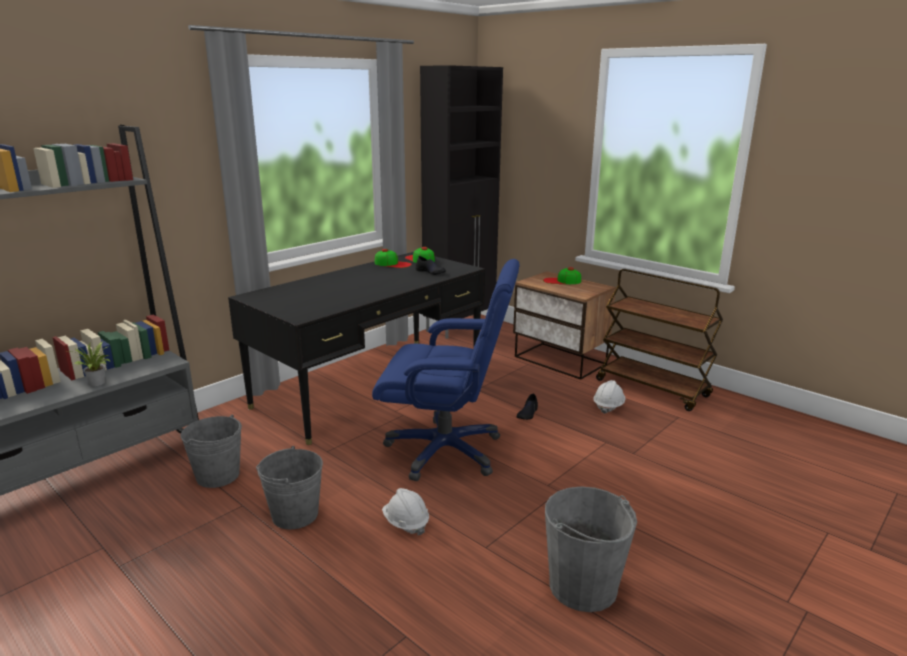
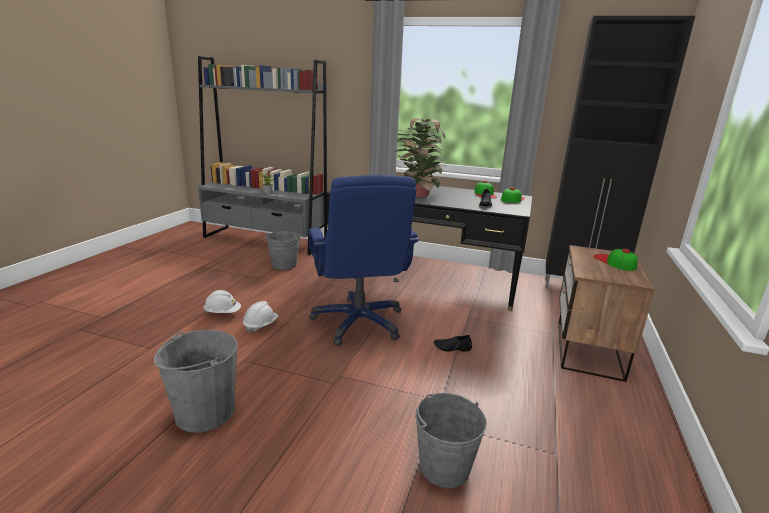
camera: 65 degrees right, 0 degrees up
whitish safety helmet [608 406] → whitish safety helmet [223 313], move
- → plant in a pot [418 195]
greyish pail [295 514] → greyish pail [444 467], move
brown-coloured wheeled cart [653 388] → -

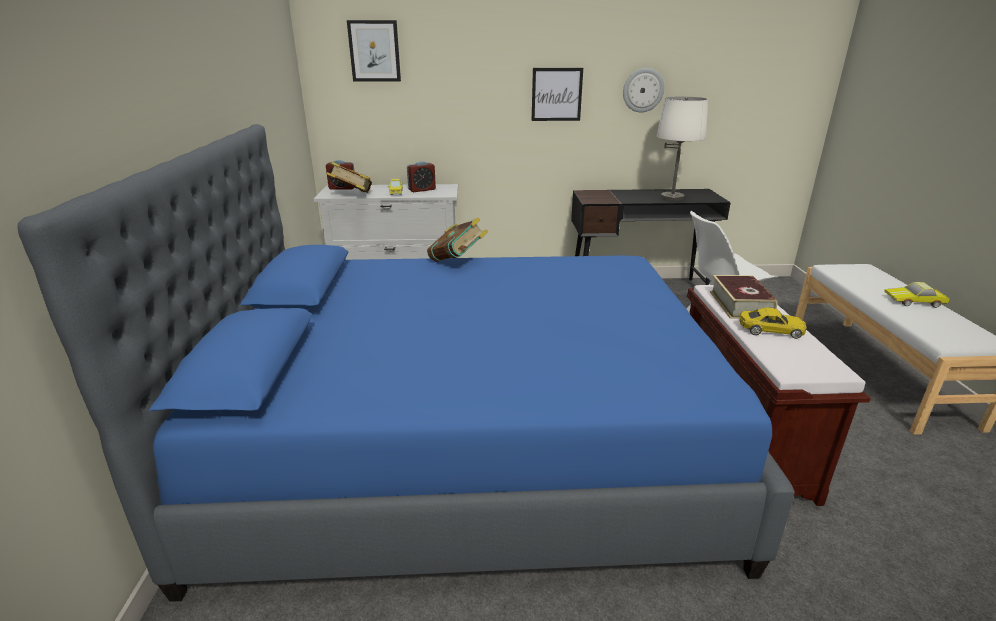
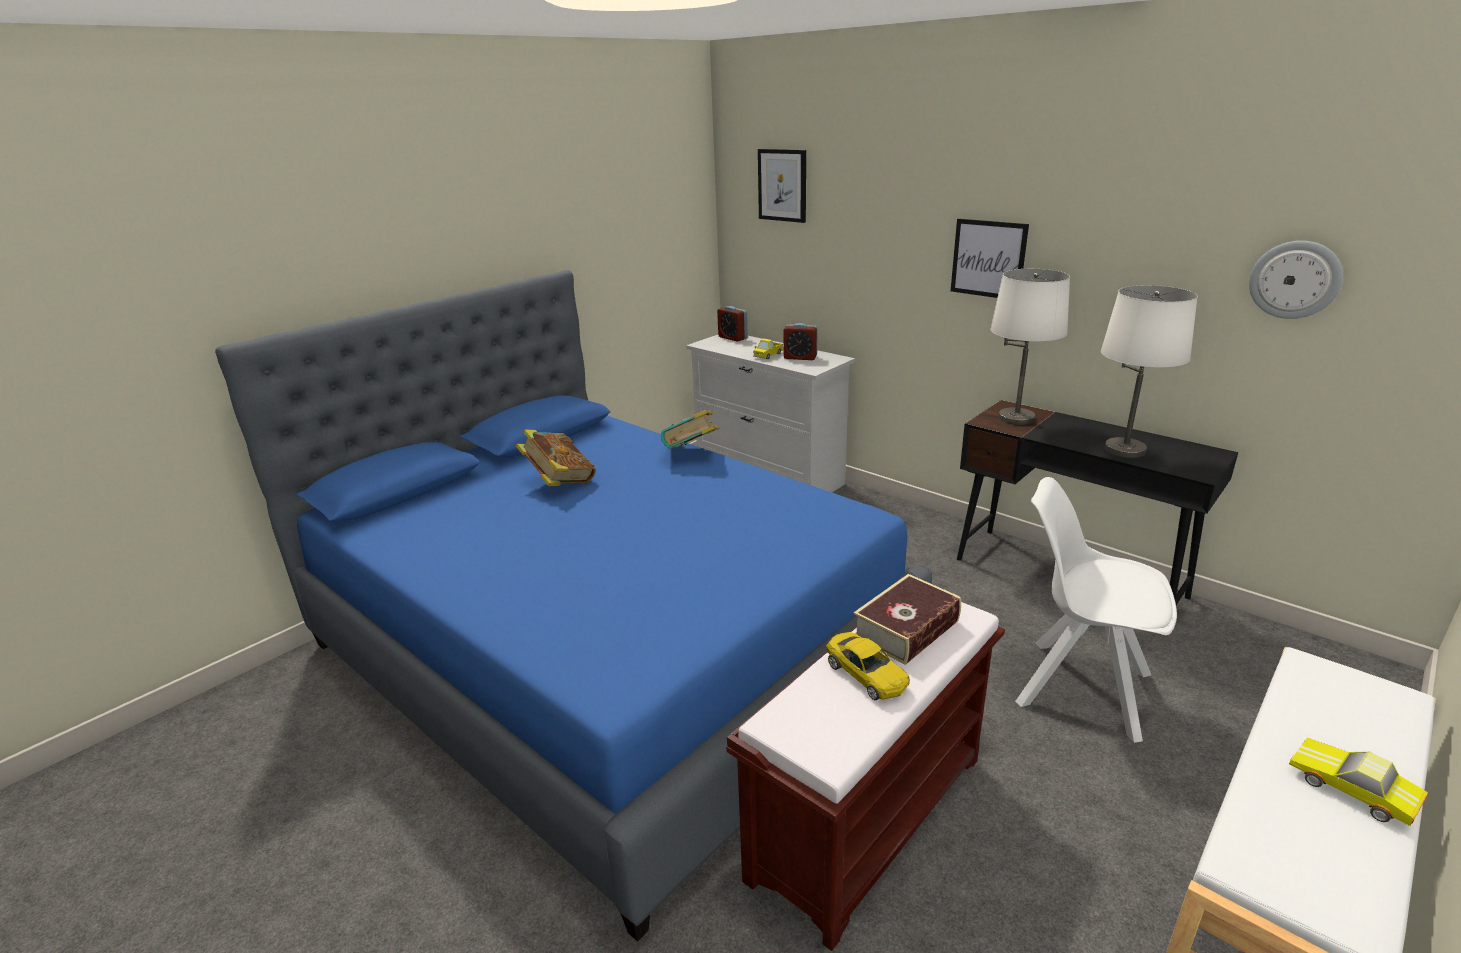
camera: 45 degrees right, 0 degrees up
volume [352 195] → volume [559 482], move
- → whitish tabletop lamp [1016 418]
hanging clock [643 90] → hanging clock [1295 279], move

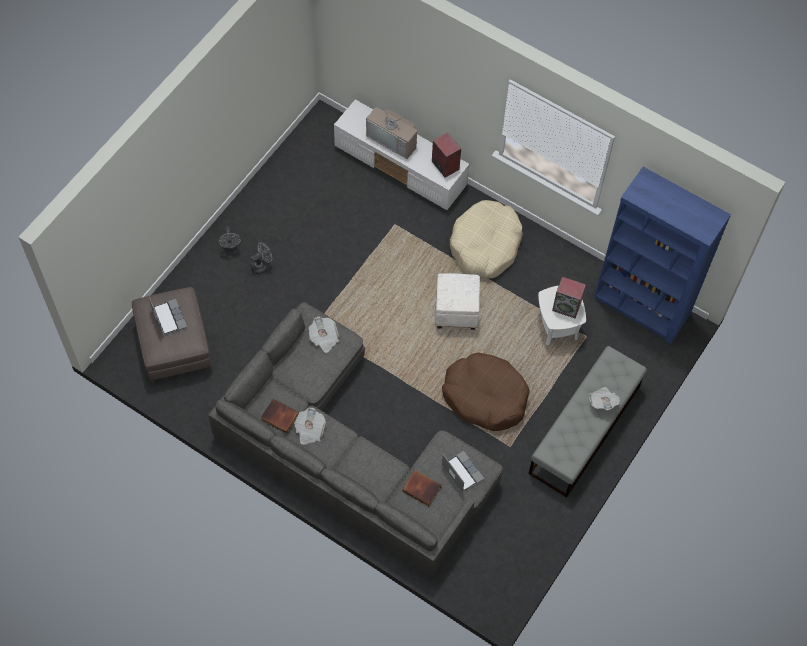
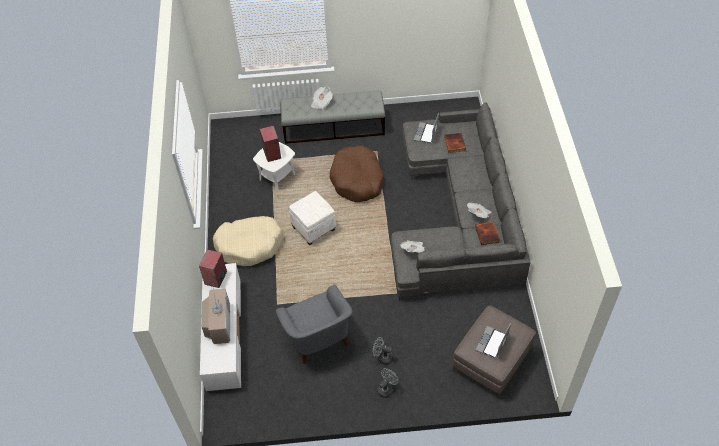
camera: 125 degrees left, 10 degrees down
- → greyish armchair [317 339]
blue bookshelf [641 307] → -

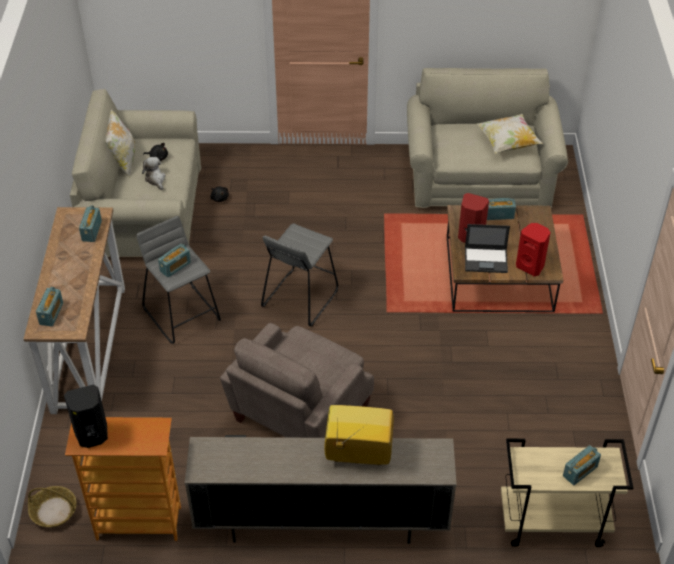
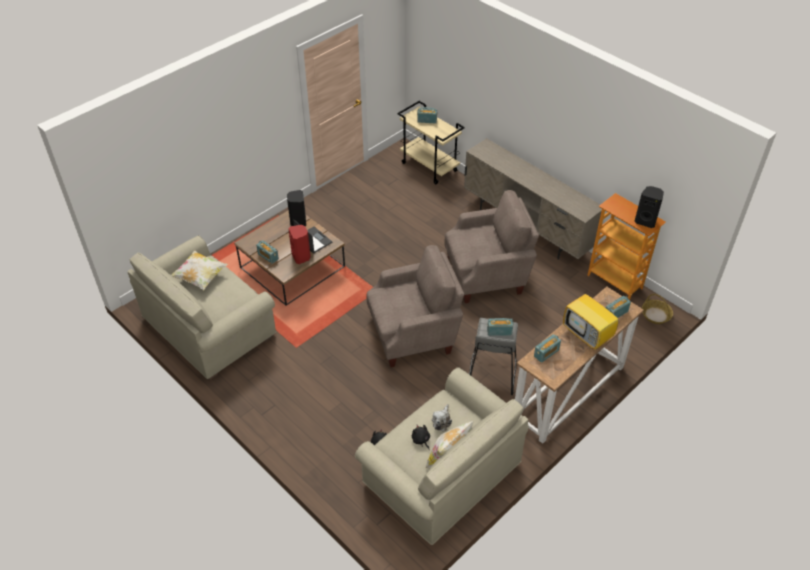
camera: 135 degrees left, 0 degrees up
reddish loudspeaker [530 266] → blackish loudspeaker [298 222]
greyish stool [300 298] → beige armchair [413 333]
TV [357 454] → TV [588 335], move

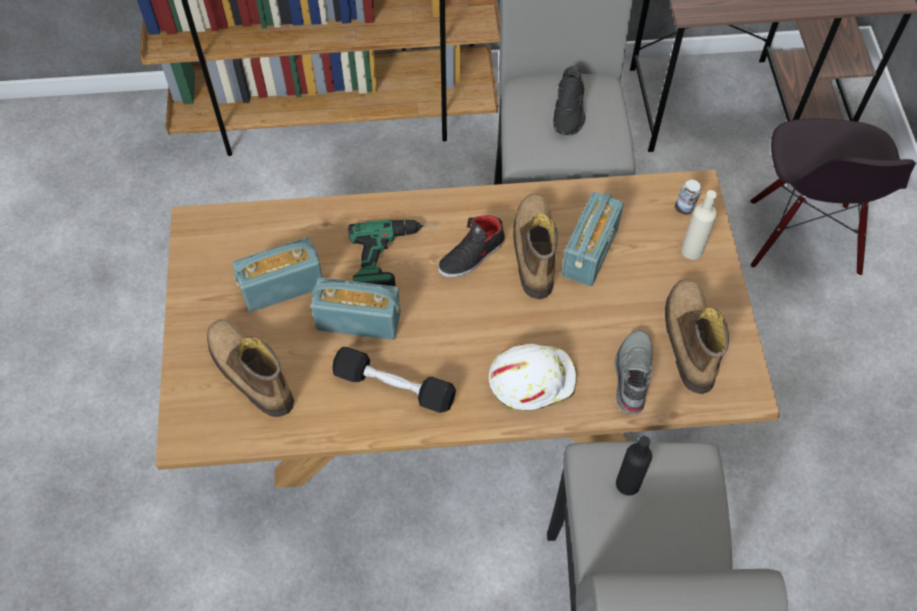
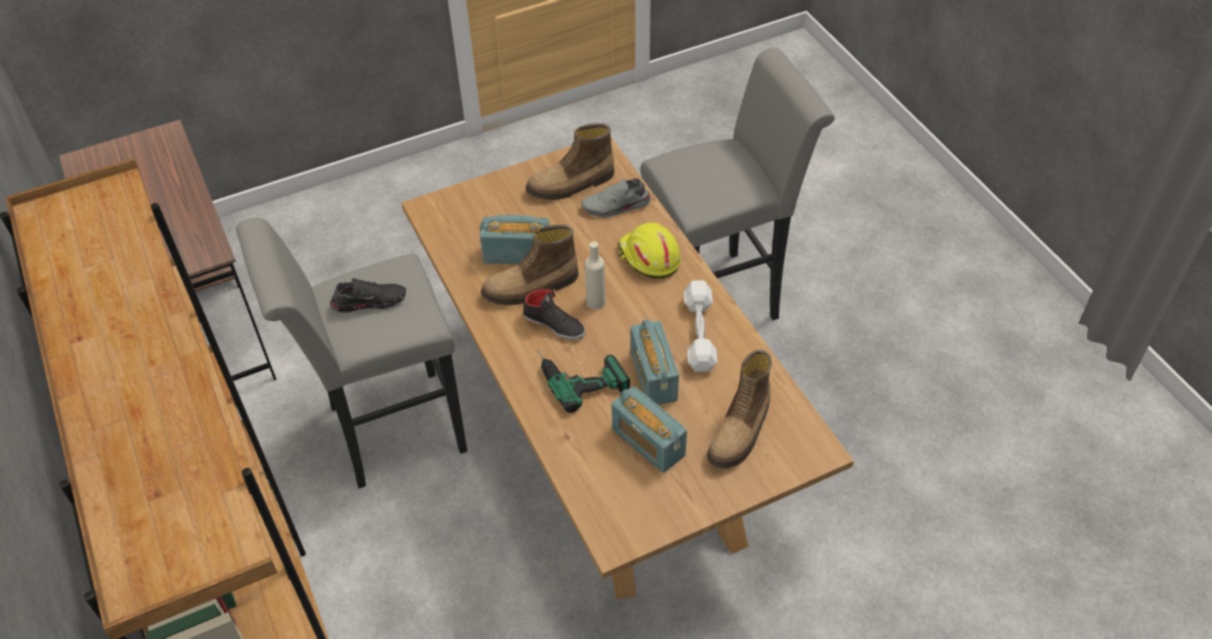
camera: 110 degrees left, 10 degrees down
beige beverage bottle [692 250] → beige beverage bottle [595 302], move
whitish safety helmet [532 379] → yellow safety helmet [648 257]
blackish dumbbell [394 386] → whitish dumbbell [699 334]
blackish beverage bottle [628 483] → -
metal can [684 208] → -
blackish upright chair [802 237] → -

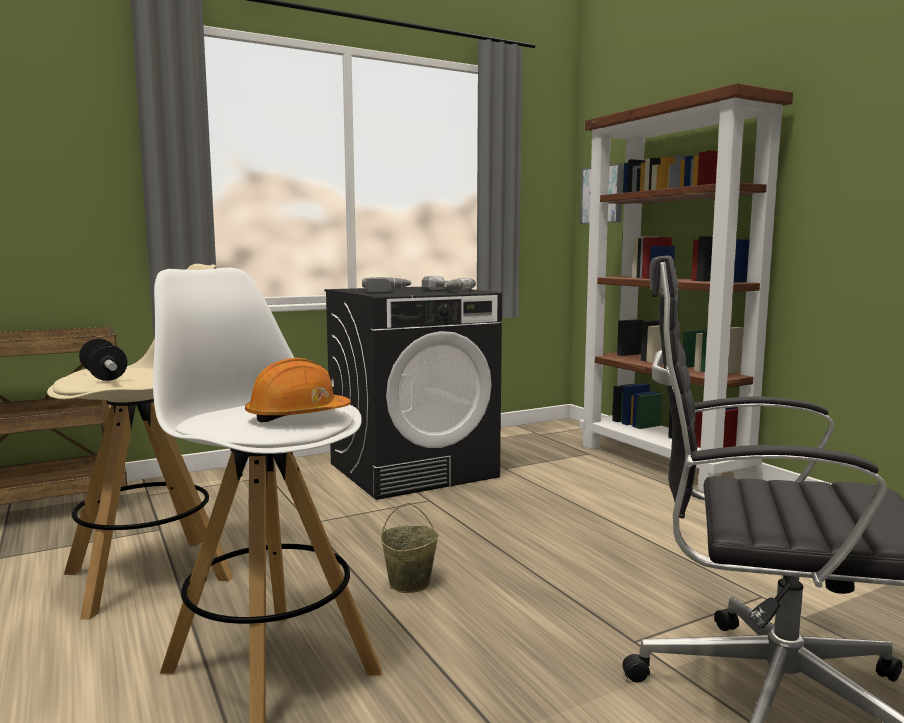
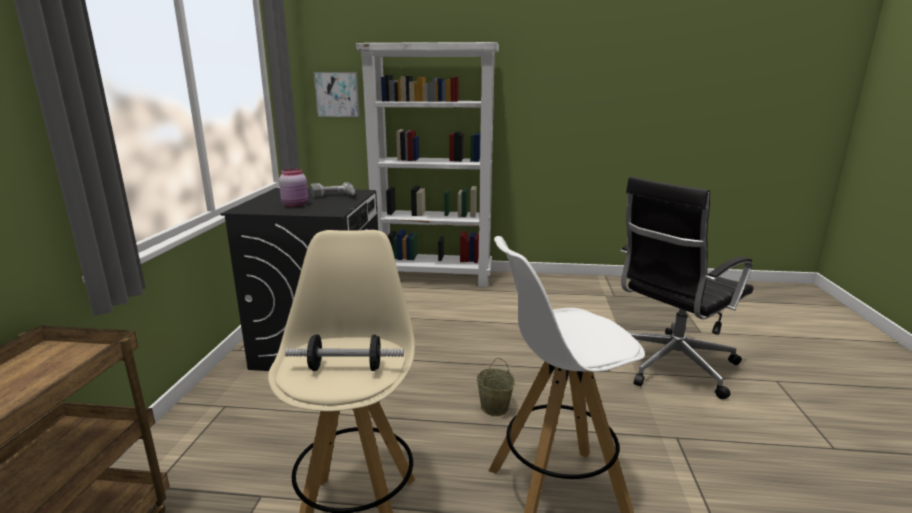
camera: 55 degrees left, 10 degrees up
electric drill [387 290] → pink-coloured storage jar [296 205]
brown-coloured bookshelf [663 463] → whitish bookshelf [434 277]
orange safety helmet [297 416] → -

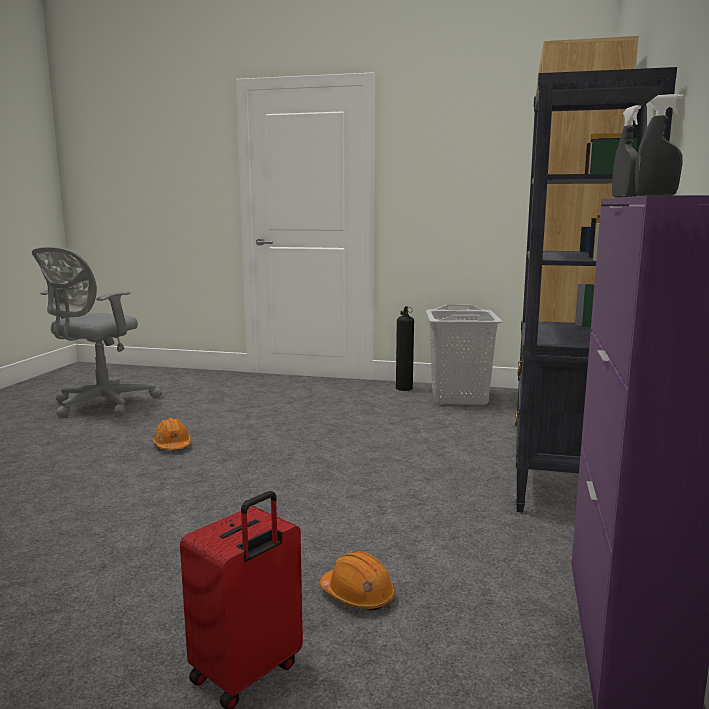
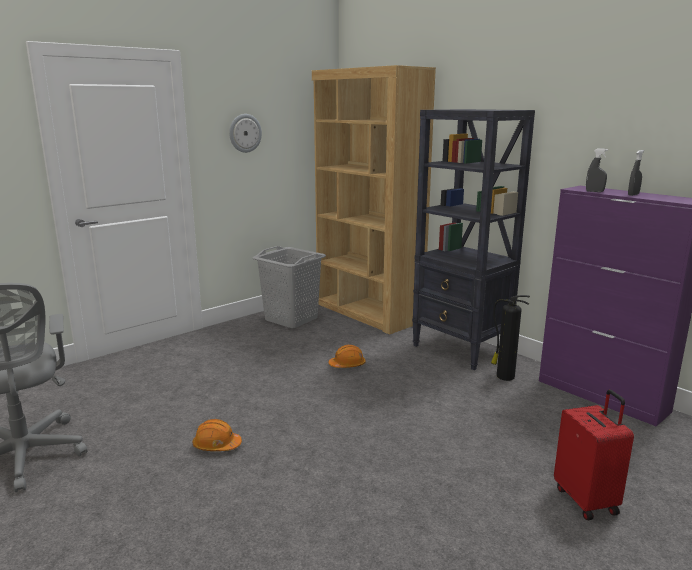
camera: 55 degrees left, 5 degrees up
- → hanging clock [245 133]
orange safety helmet [358 595] → orange safety helmet [347 365], move
fire extinguisher [404 388] → fire extinguisher [504 376], move

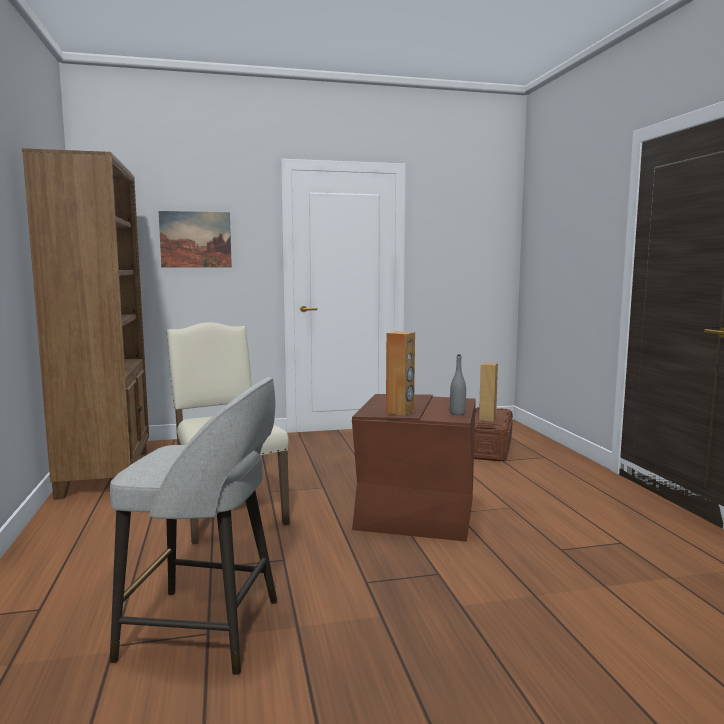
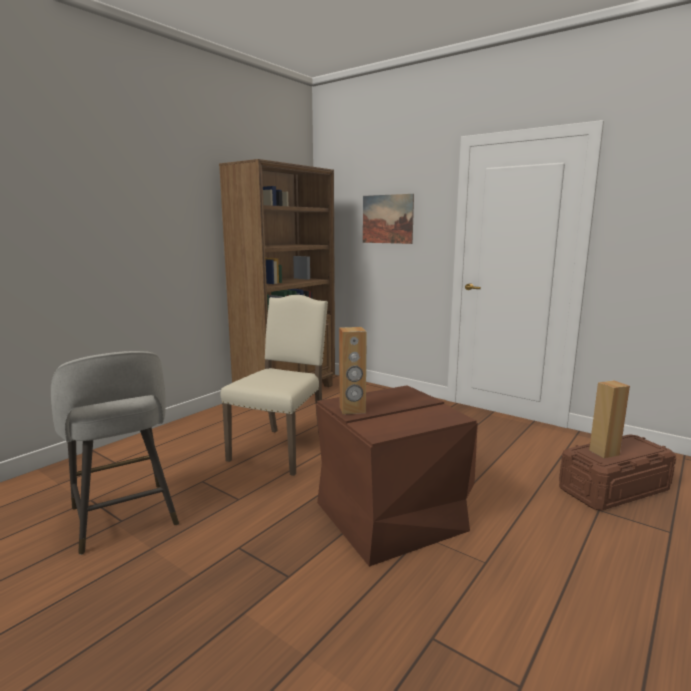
camera: 50 degrees right, 5 degrees up
greyish beverage bottle [457 413] → -

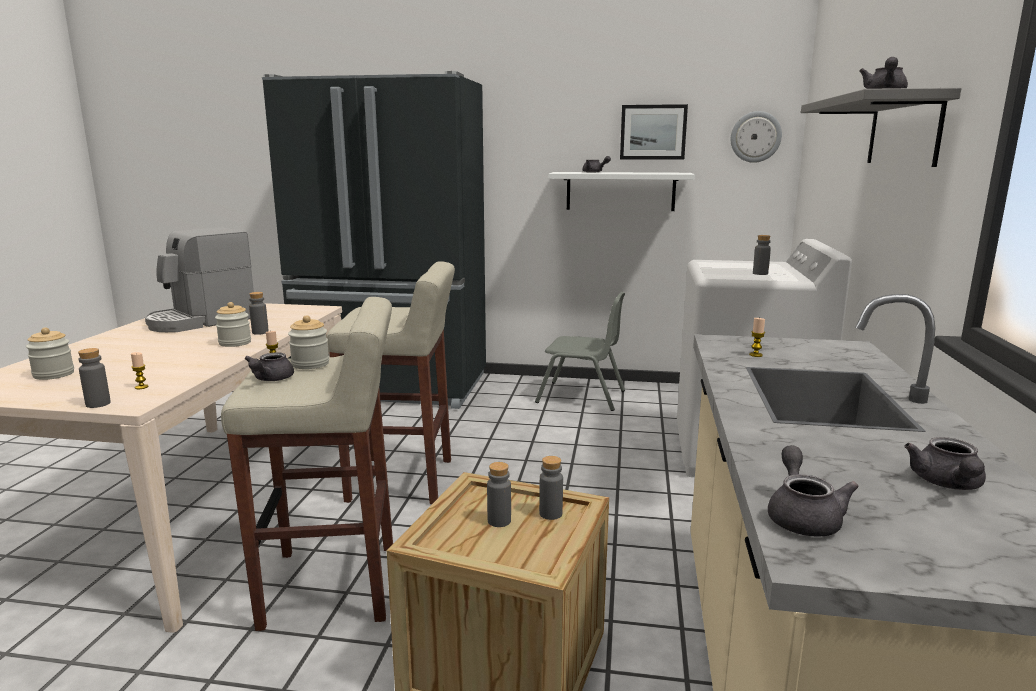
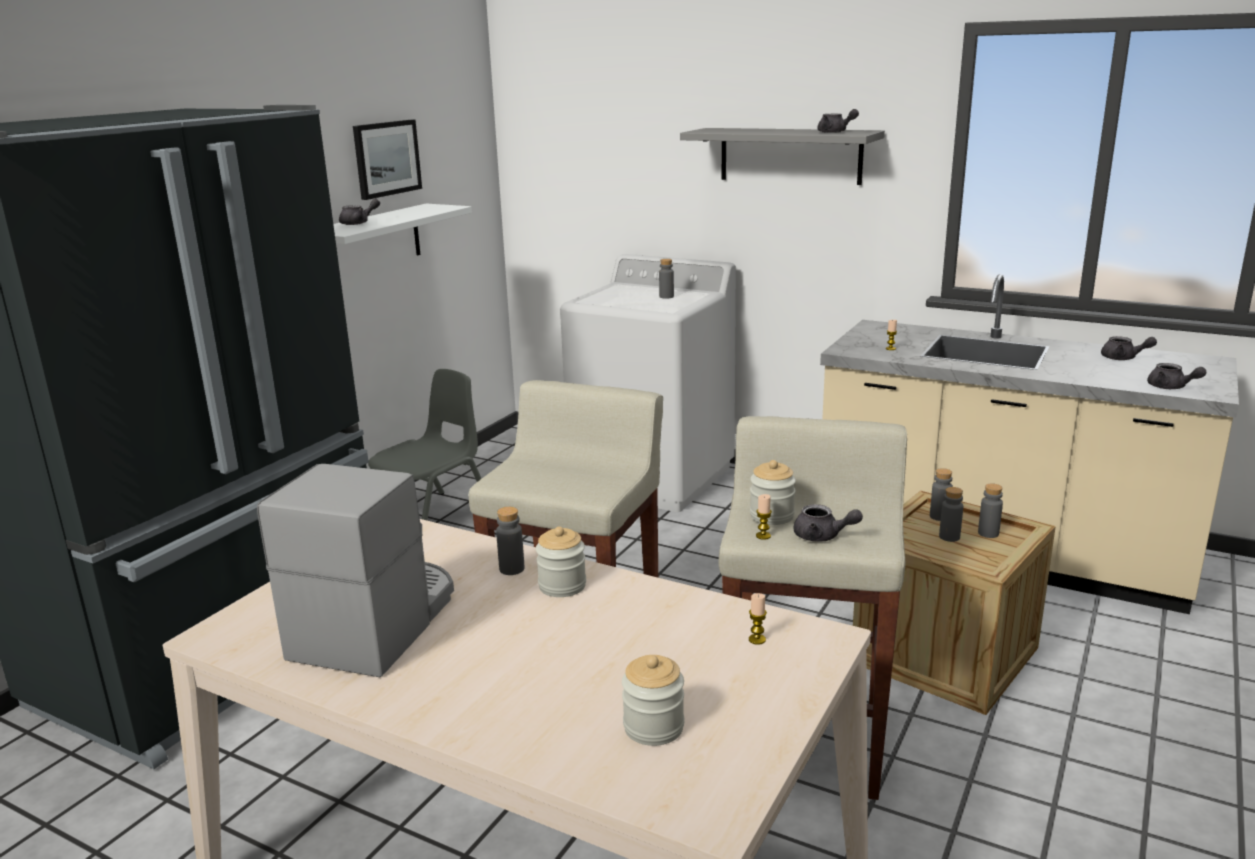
camera: 70 degrees left, 5 degrees up
coffee brewer [201 321] → coffee brewer [377 623], 135 degrees counterclockwise
greyish beverage bottle [98 404] → greyish beverage bottle [988 533], move
greyish pot for tea [802 516] → greyish pot for tea [1171 387], 150 degrees counterclockwise
hanging clock [755 137] → -

